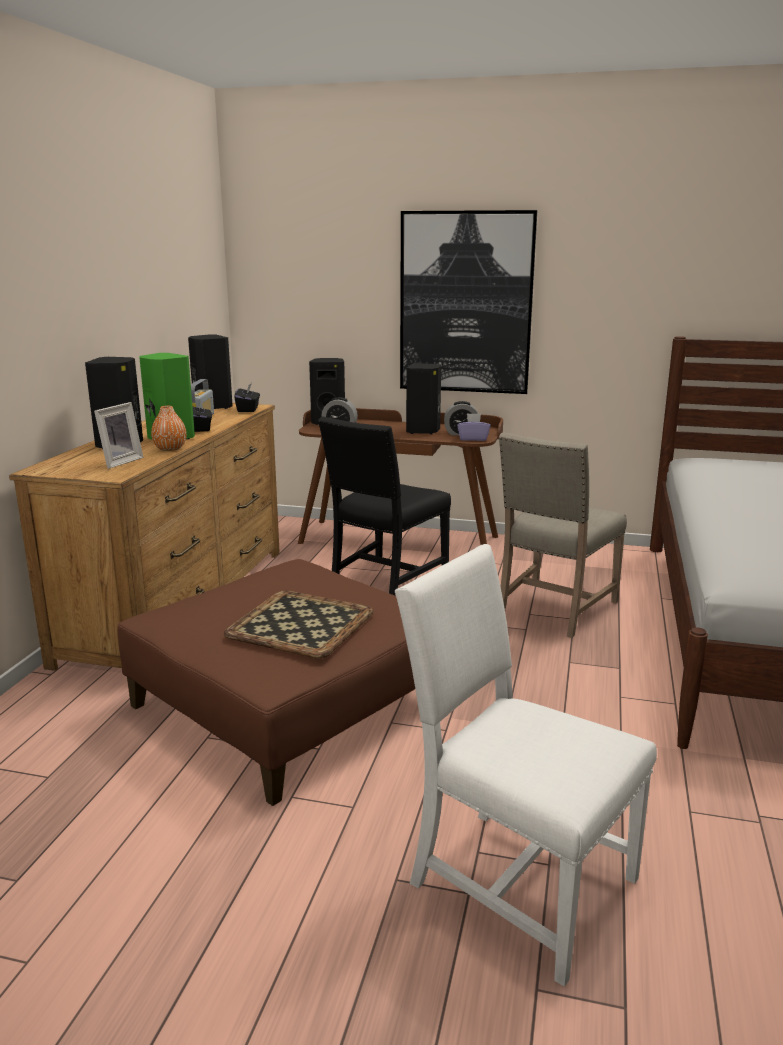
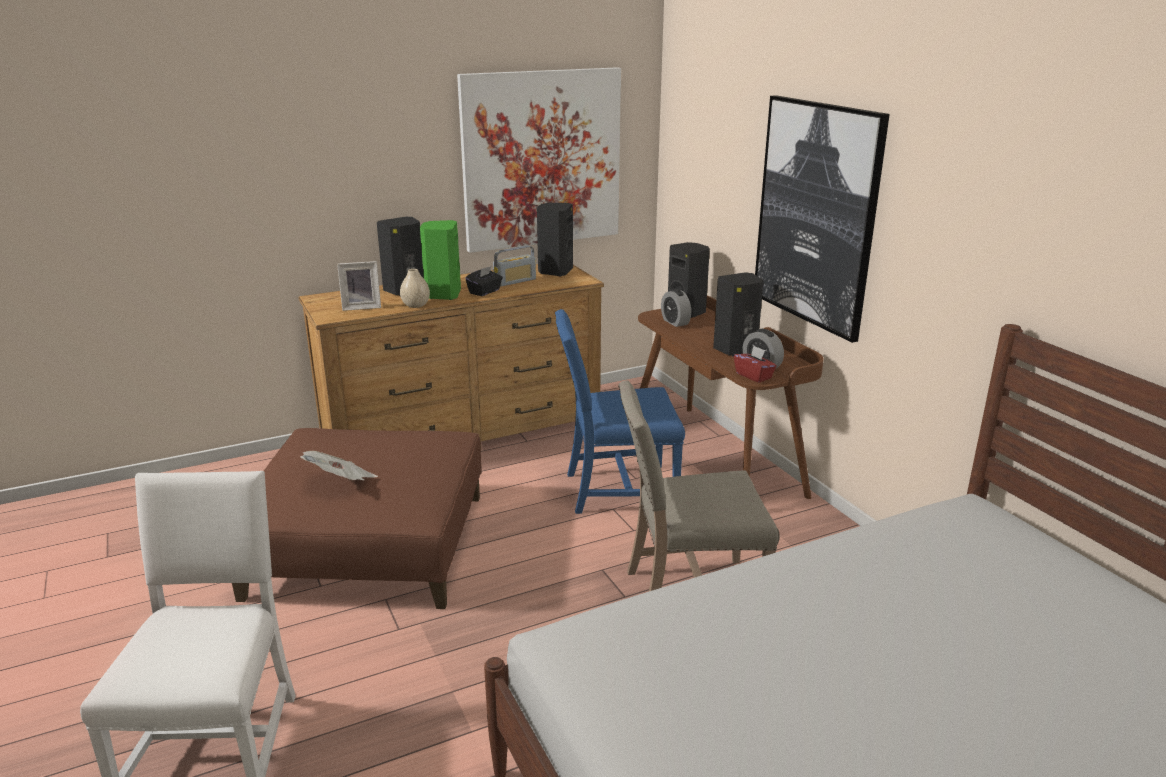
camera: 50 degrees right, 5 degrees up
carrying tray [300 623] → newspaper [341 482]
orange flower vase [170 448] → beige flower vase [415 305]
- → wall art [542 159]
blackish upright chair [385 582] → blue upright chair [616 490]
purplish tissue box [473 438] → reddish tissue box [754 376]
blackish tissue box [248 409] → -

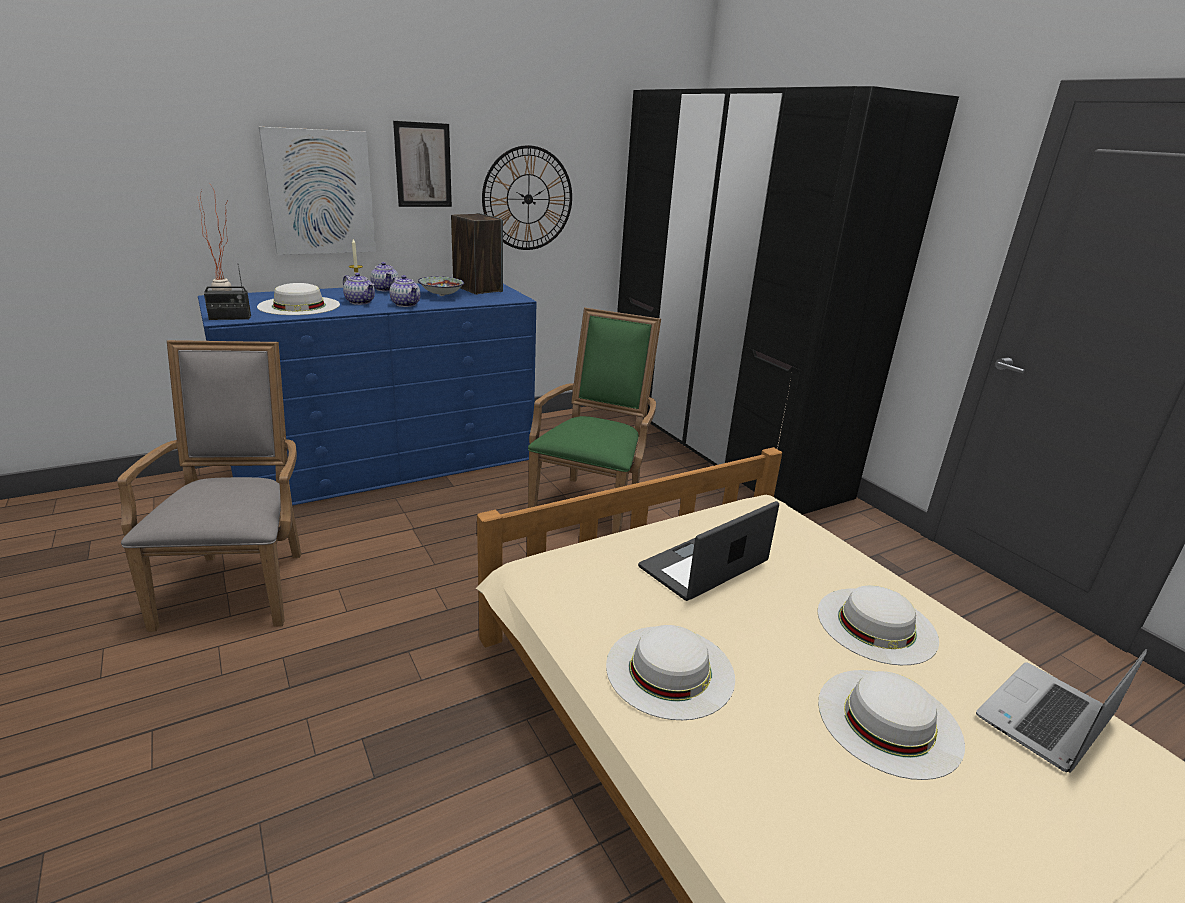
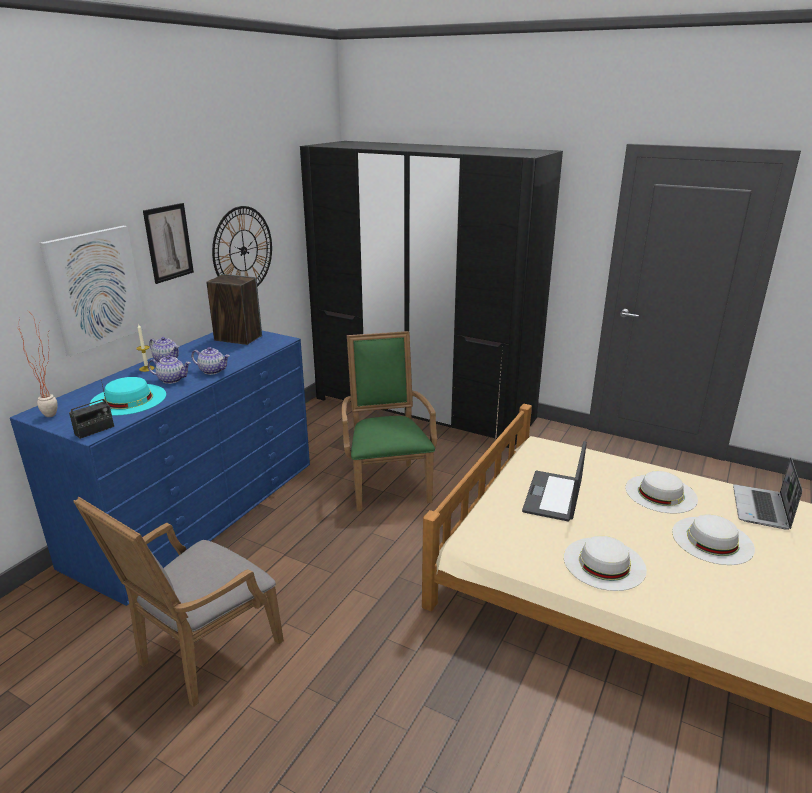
camera: 30 degrees left, 0 degrees up
greyish armchair [240 583] → greyish armchair [202 655], 105 degrees counterclockwise
whitish hat [299 306] → turquoise hat [128 399]
bowl [442 295] → -

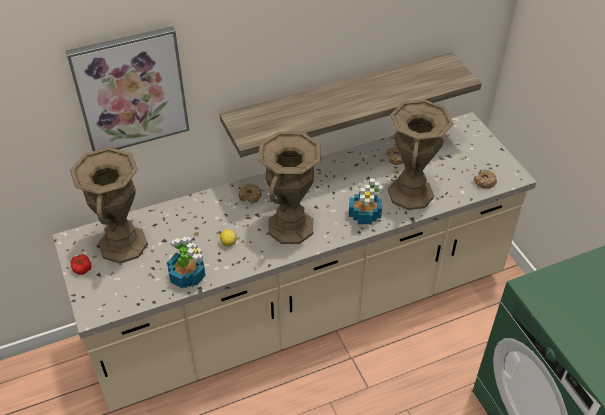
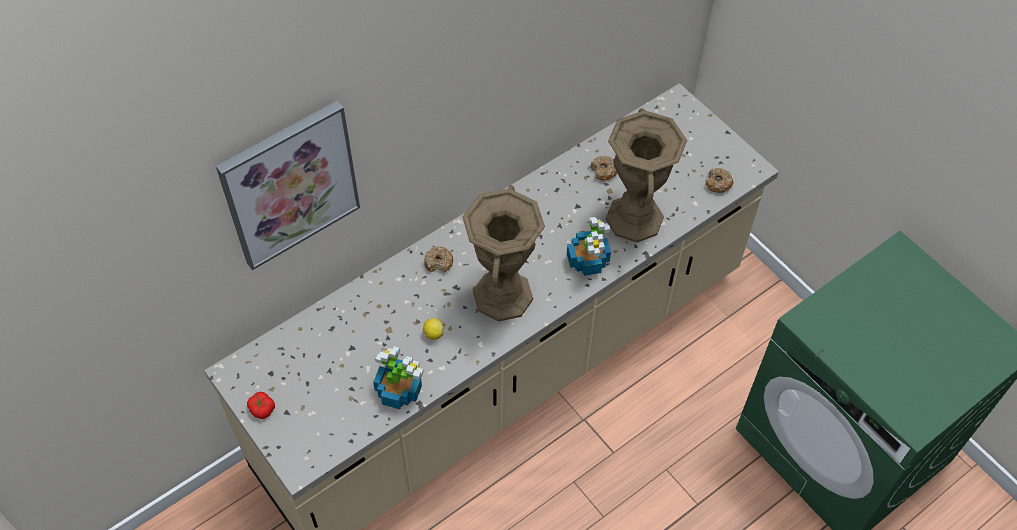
camera: 15 degrees left, 10 degrees up
brown-coloured flower vase [123 244] → -
bracket shelf [340 100] → -

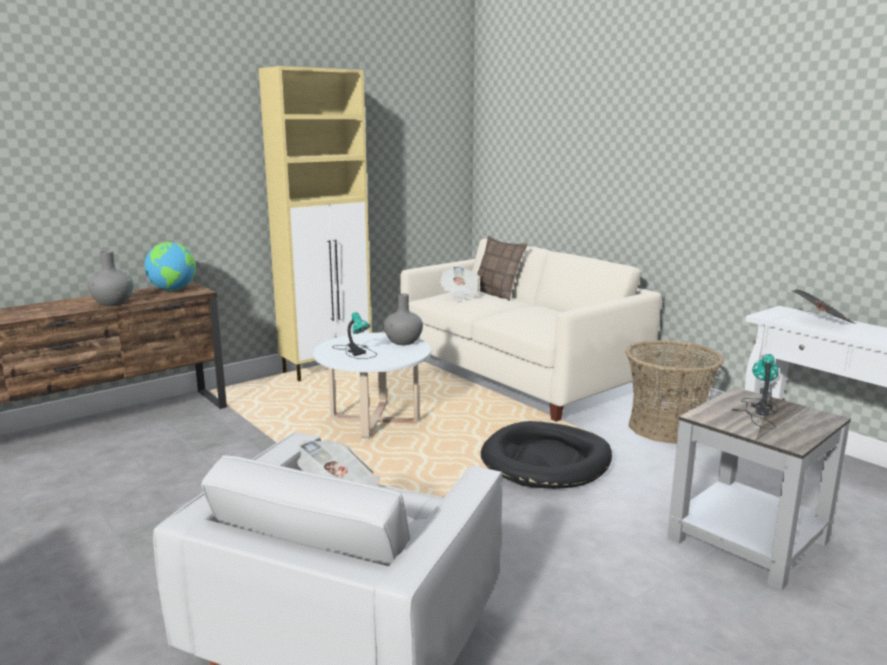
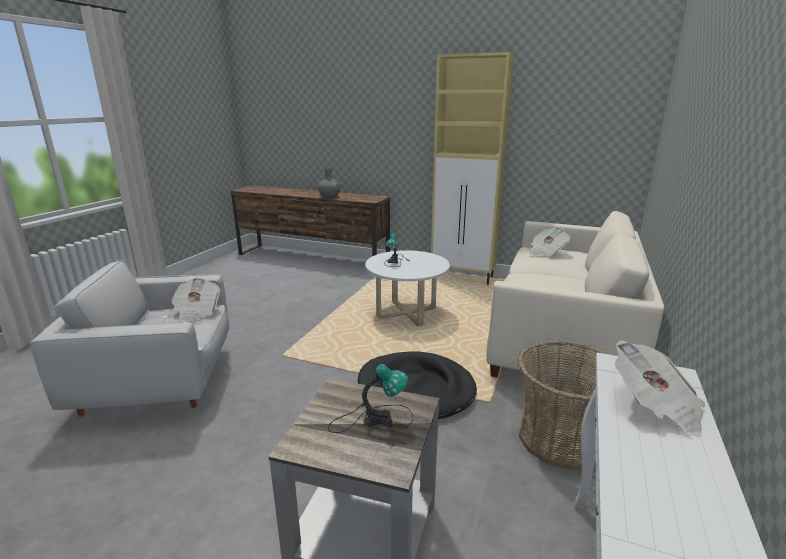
camera: 60 degrees right, 5 degrees up
globe [173 290] → -
greyish flower vase [403 342] → -
throw pillow [497 294] → -

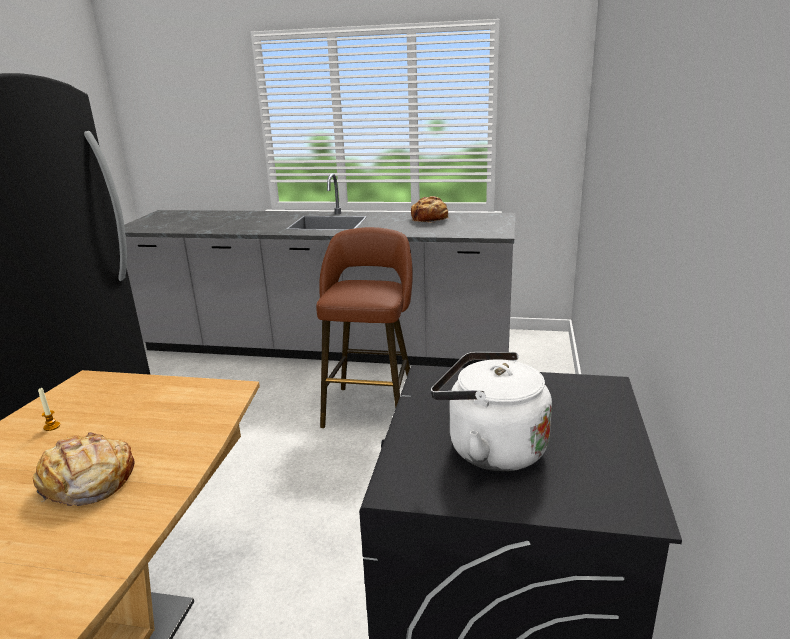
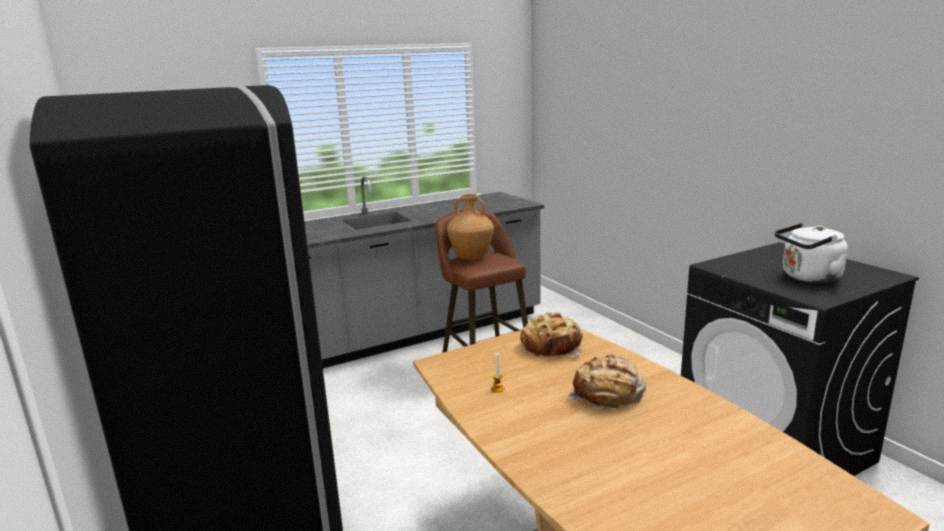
camera: 40 degrees left, 5 degrees down
- → brown-coloured flower vase [471 258]
bread [430 219] → bread [552 346], move

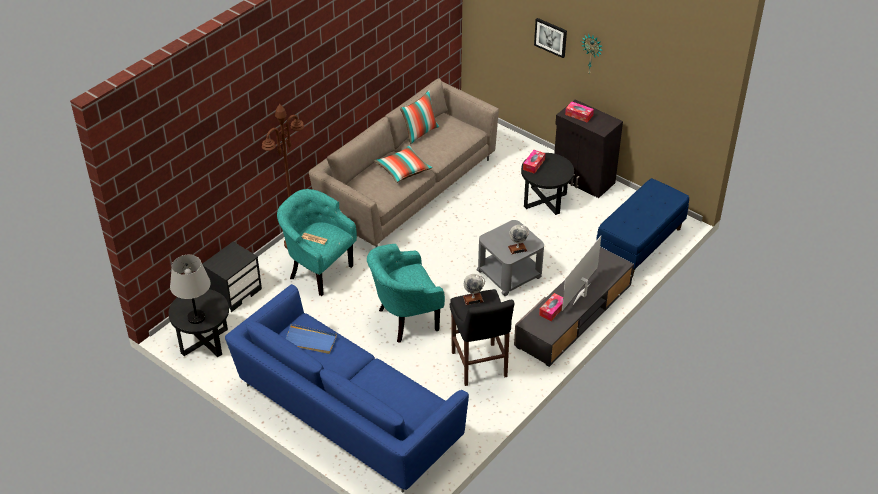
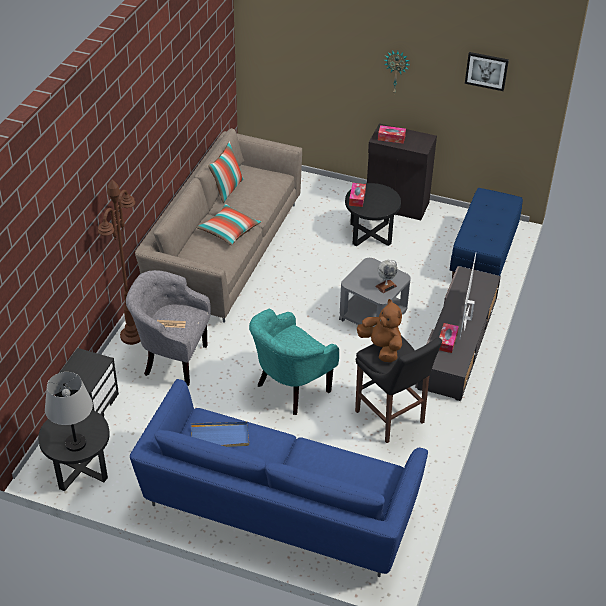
camera: 20 degrees left, 0 degrees up
turquoise armchair [318 271] → greyish armchair [172 360]
globe [473 299] → brown-coloured plush toy [381 347]
wall art [551 37] → wall art [486 70], move

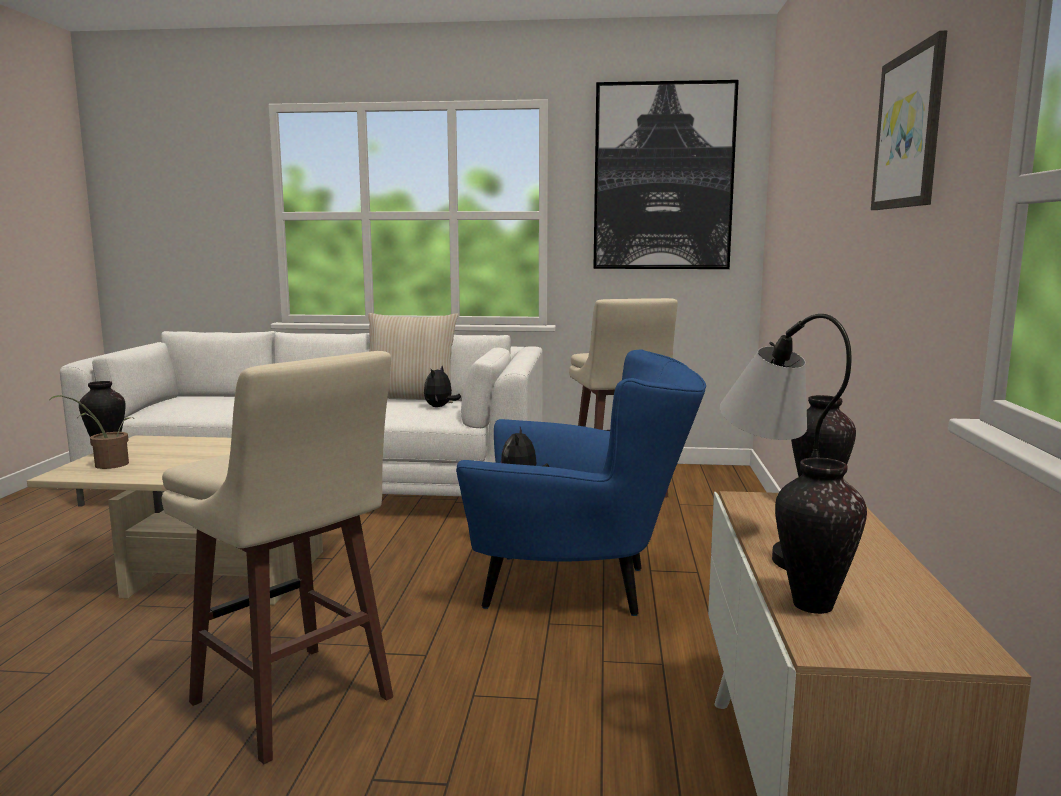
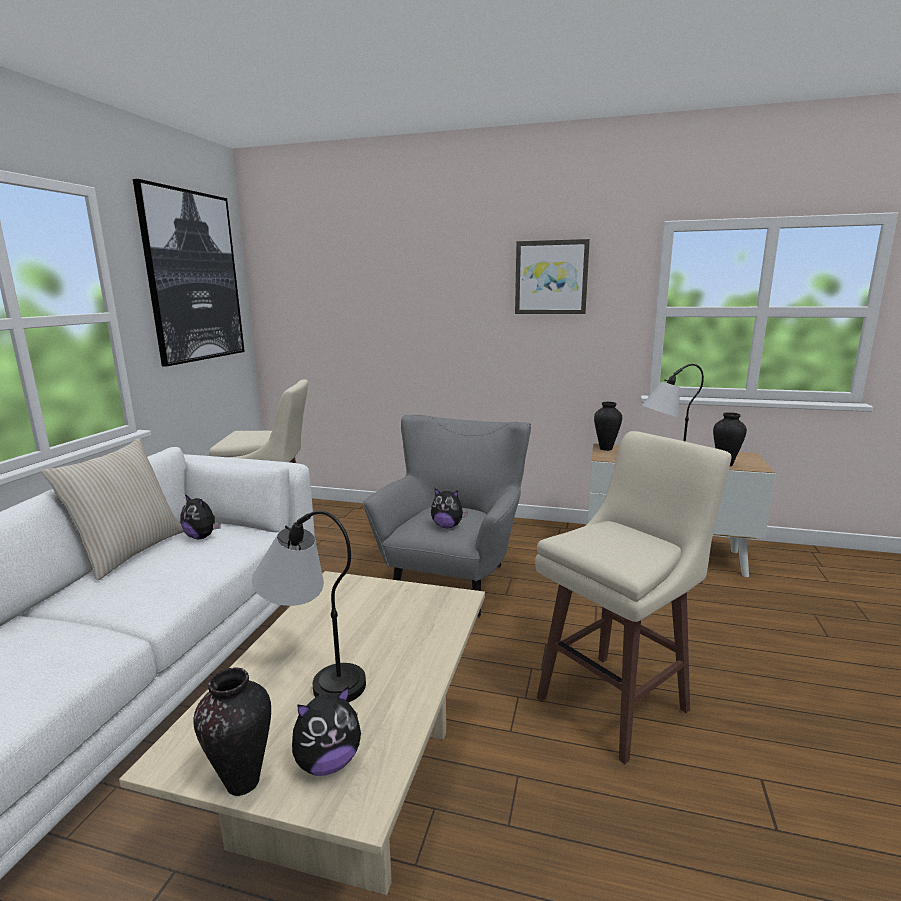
camera: 80 degrees left, 5 degrees up
- → tabletop lamp [314 673]
plant in a pot [106 465] → plush toy [328 762]
blue armchair [581 587] → greyish armchair [455 578]

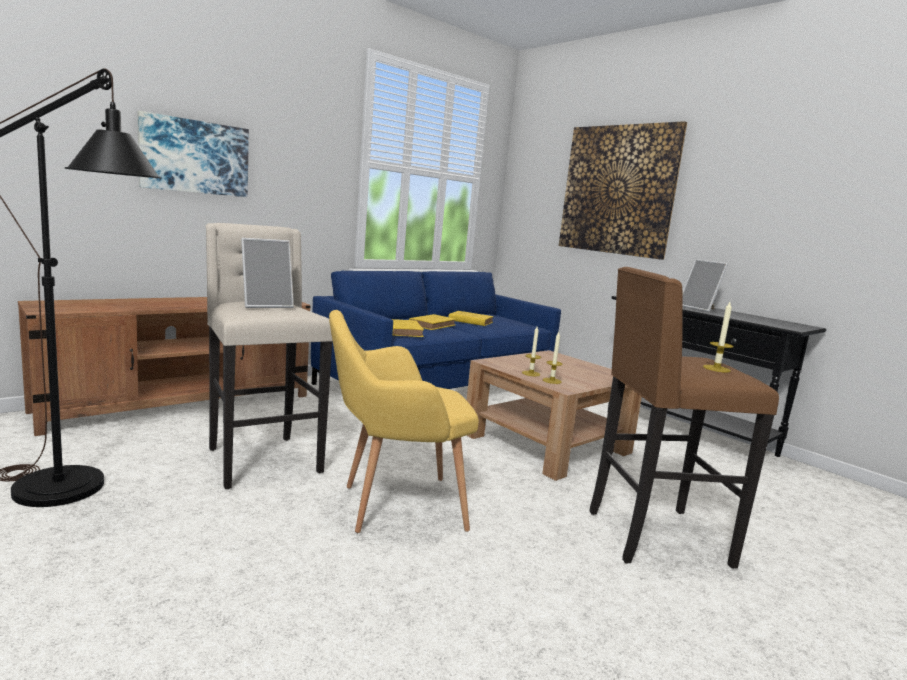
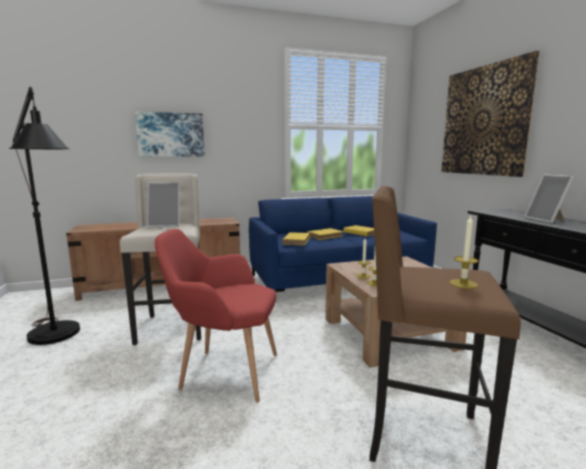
camera: 25 degrees right, 0 degrees up
yellow armchair [393 506] → reddish armchair [223 372]

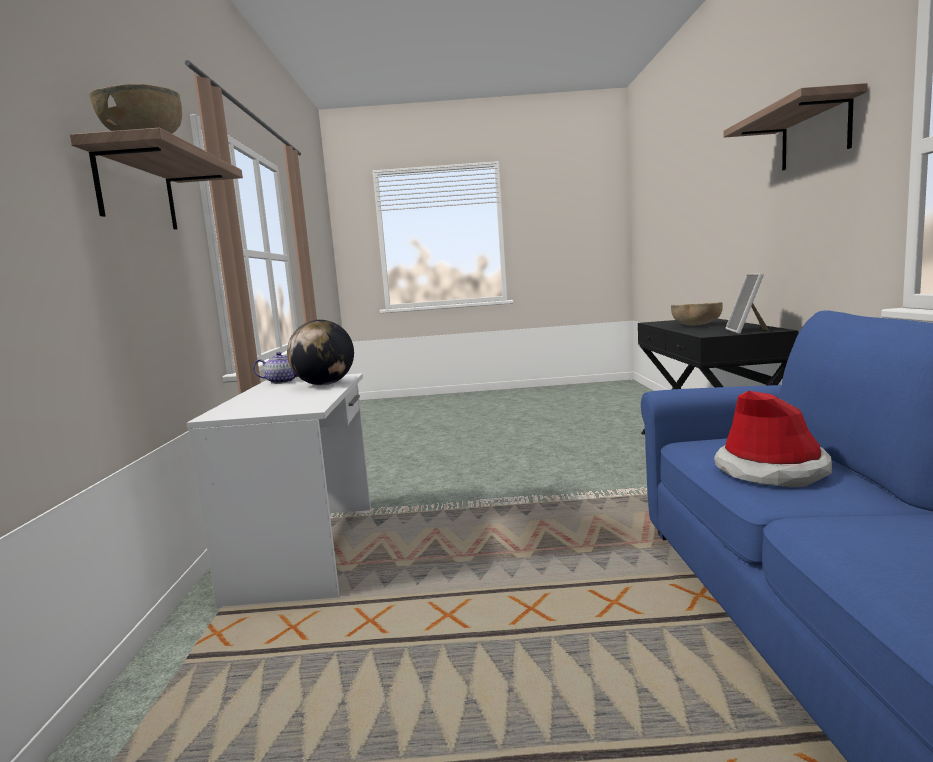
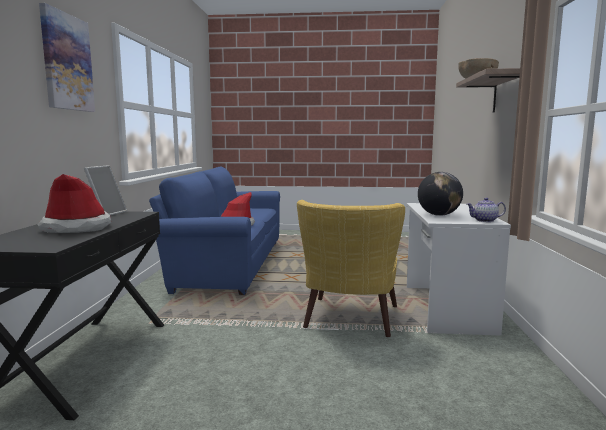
camera: 175 degrees left, 0 degrees up
brown-coloured bowl [696 325] → hat [76 228]
bracket shelf [815 134] → wall art [67 62]
- → yellow armchair [349 321]

